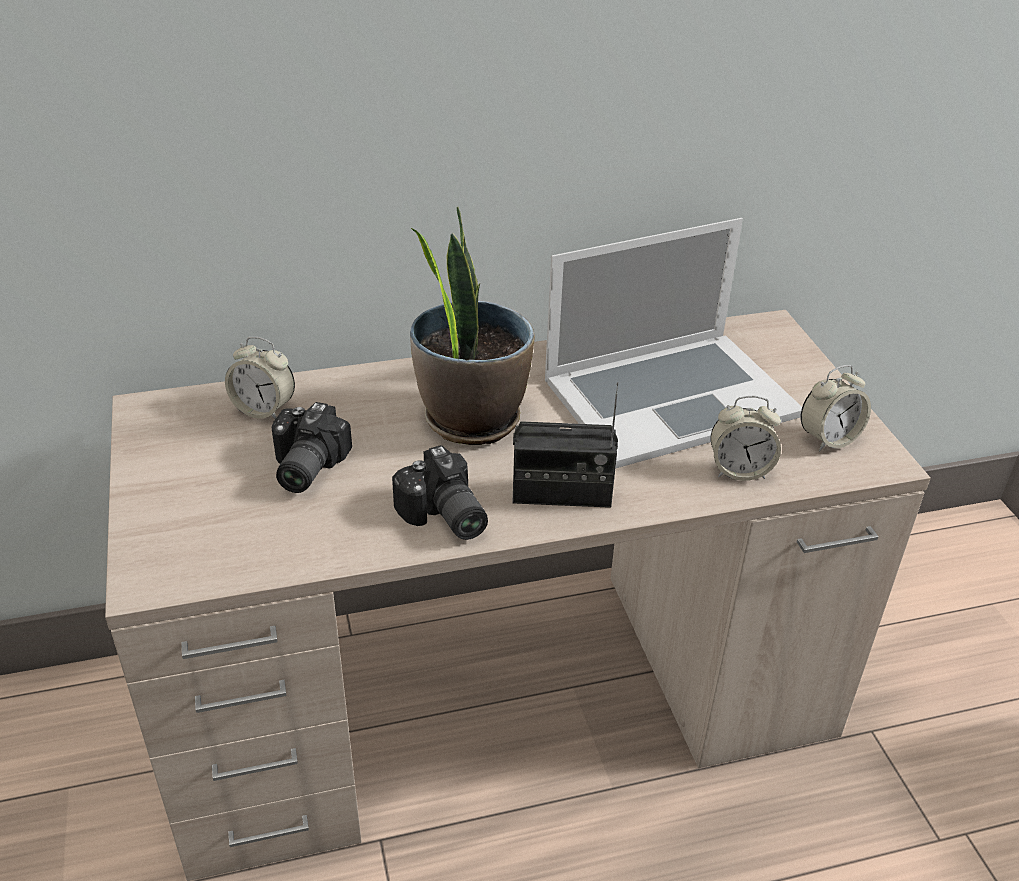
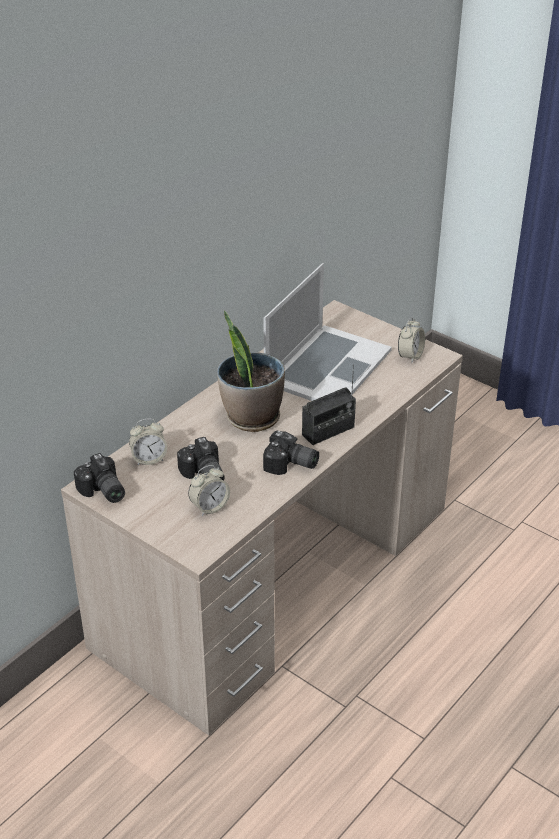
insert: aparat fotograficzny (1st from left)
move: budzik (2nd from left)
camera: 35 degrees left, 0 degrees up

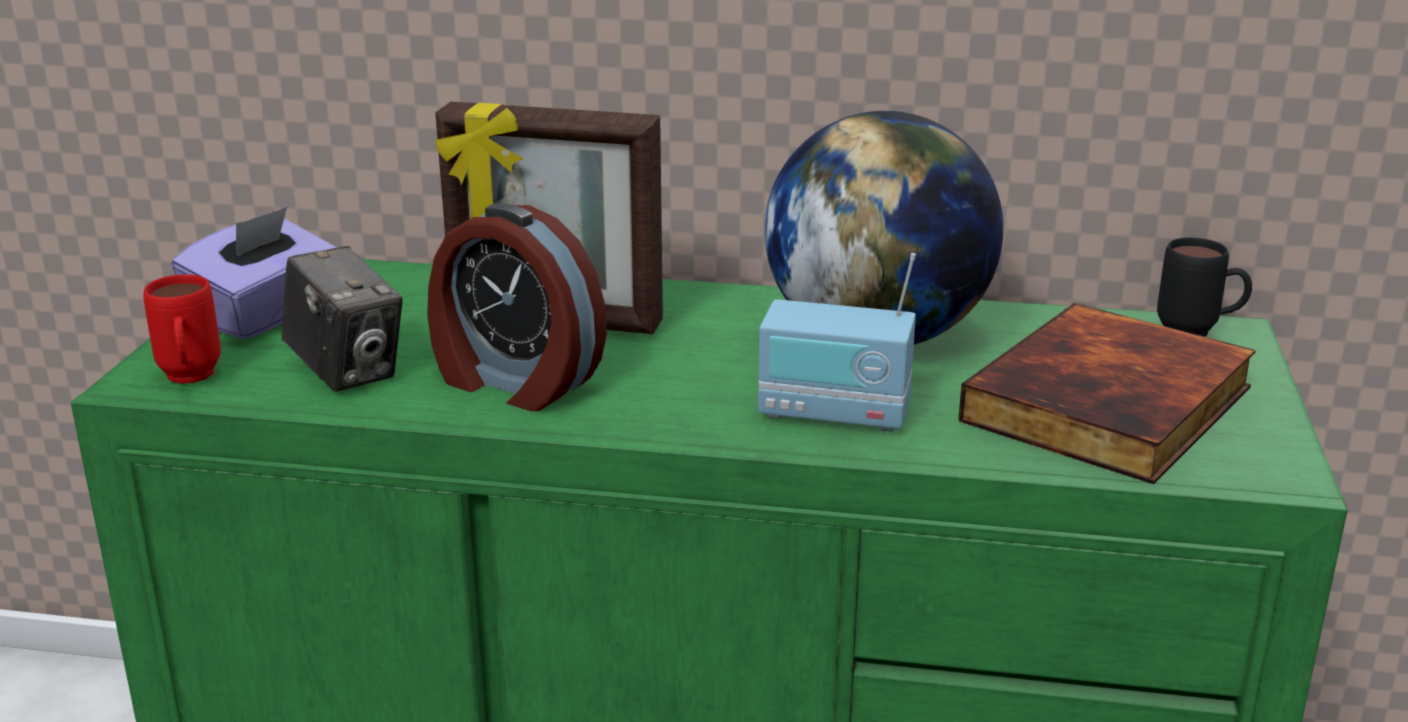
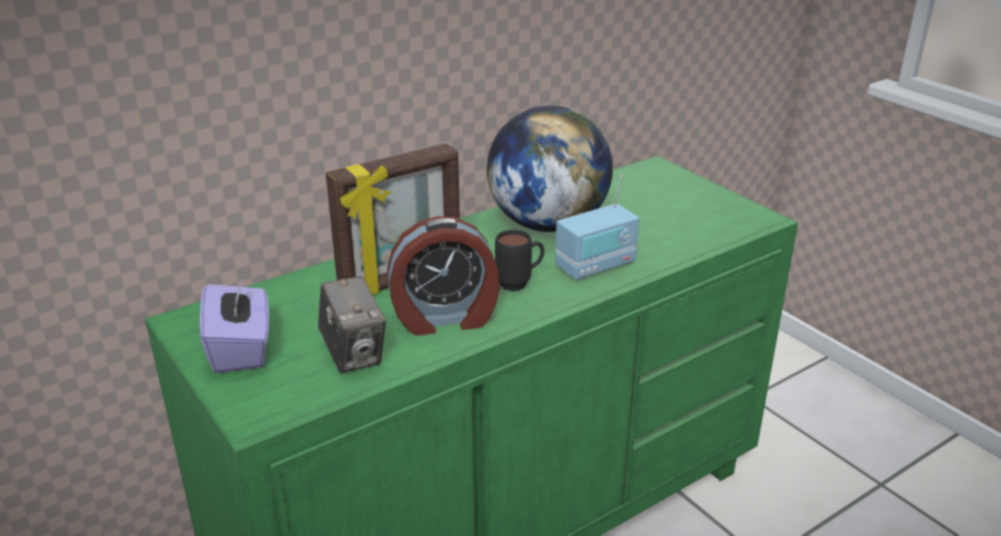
delete: kubek [czerwony]; książka
move: kubek [czarny]
rotate: aparat fotograficzny 60 degrees clockwise
camera: 45 degrees left, 5 degrees up

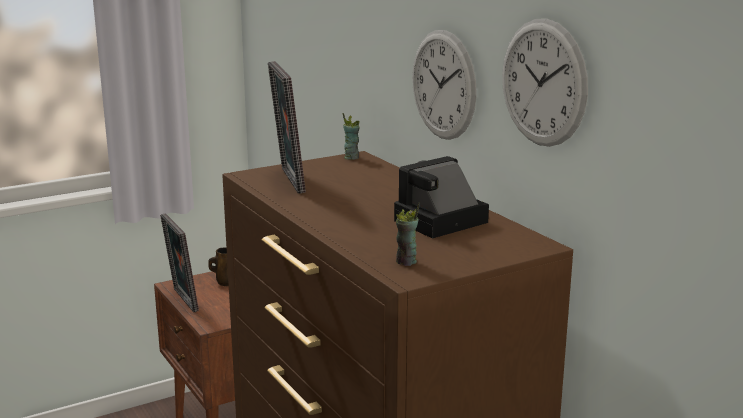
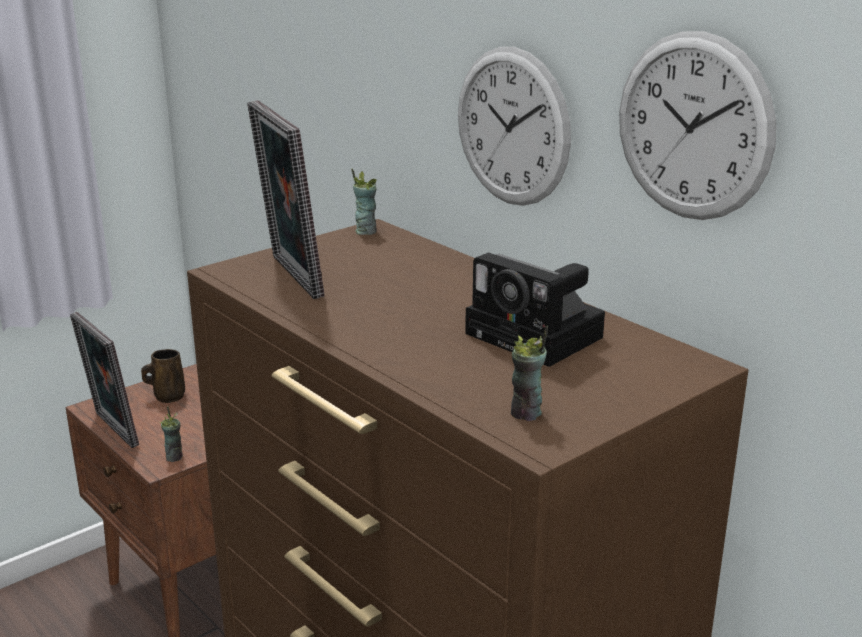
insert: filiżanka (1st from left)
rotate: aparat fotograficzny 90 degrees counterclockwise
camera: 10 degrees left, 5 degrees up

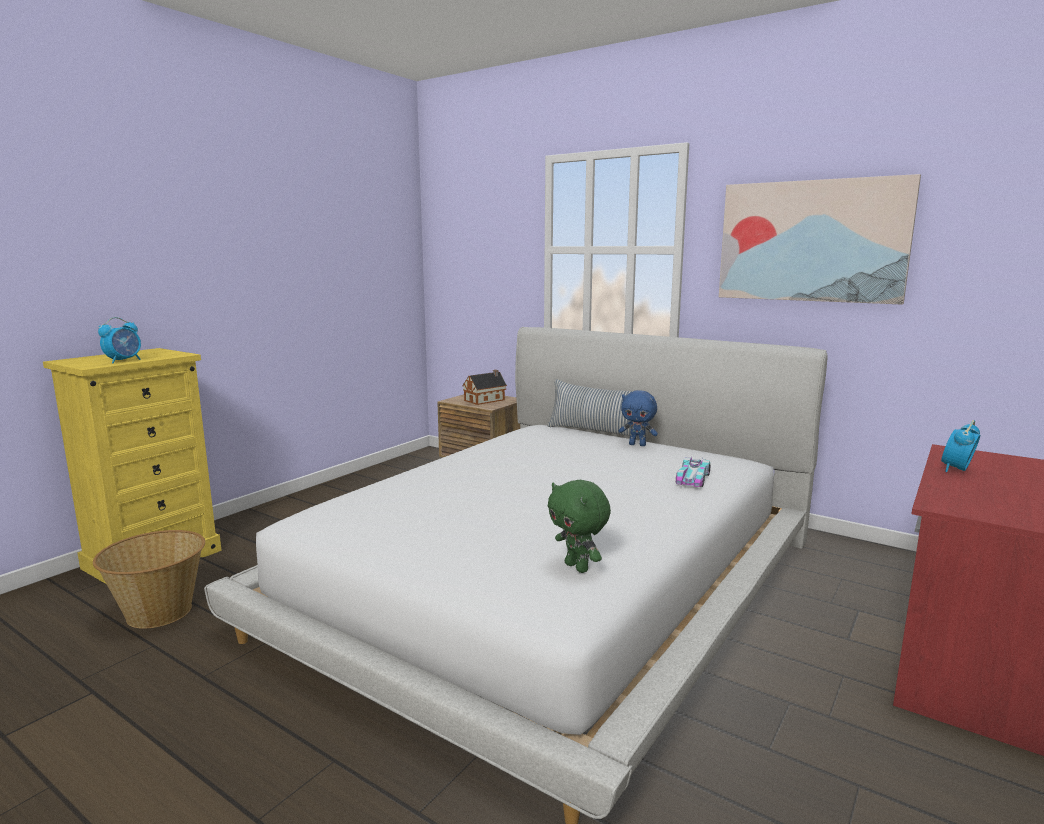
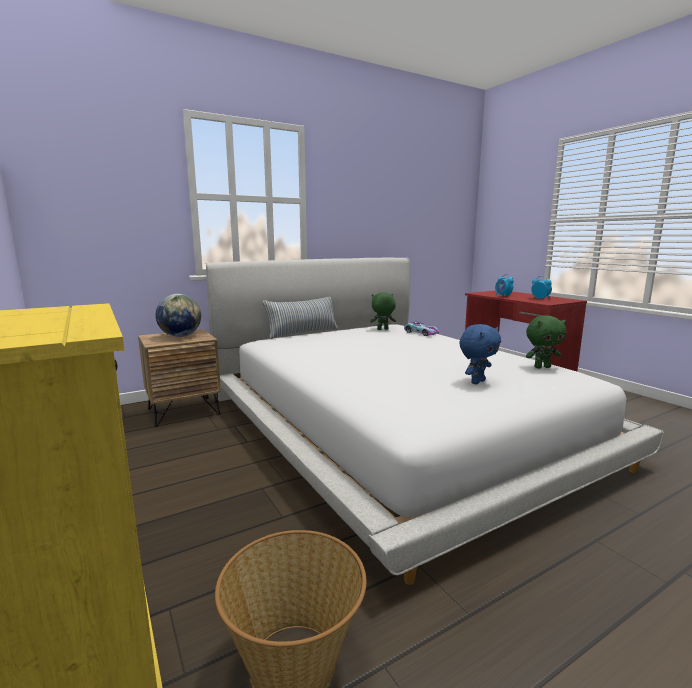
delete: obraz
insert: pluszak [zielony] (1st from left)
move: budzik (1st from left in the first image) to budzik (2nd from left); pluszak [niebieski]
replace: domek to globus
camera: 65 degrees left, 0 degrees up

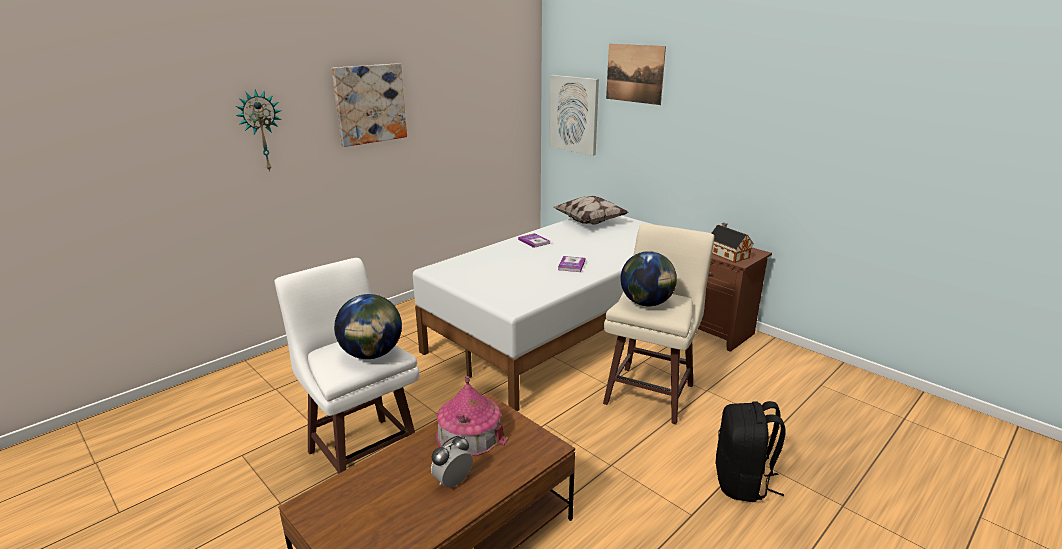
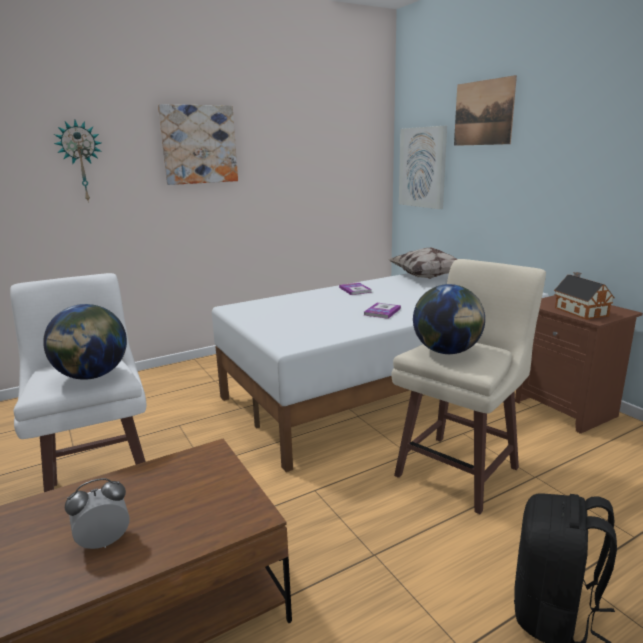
delete: domek (1st from left)
camera: 15 degrees right, 5 degrees down

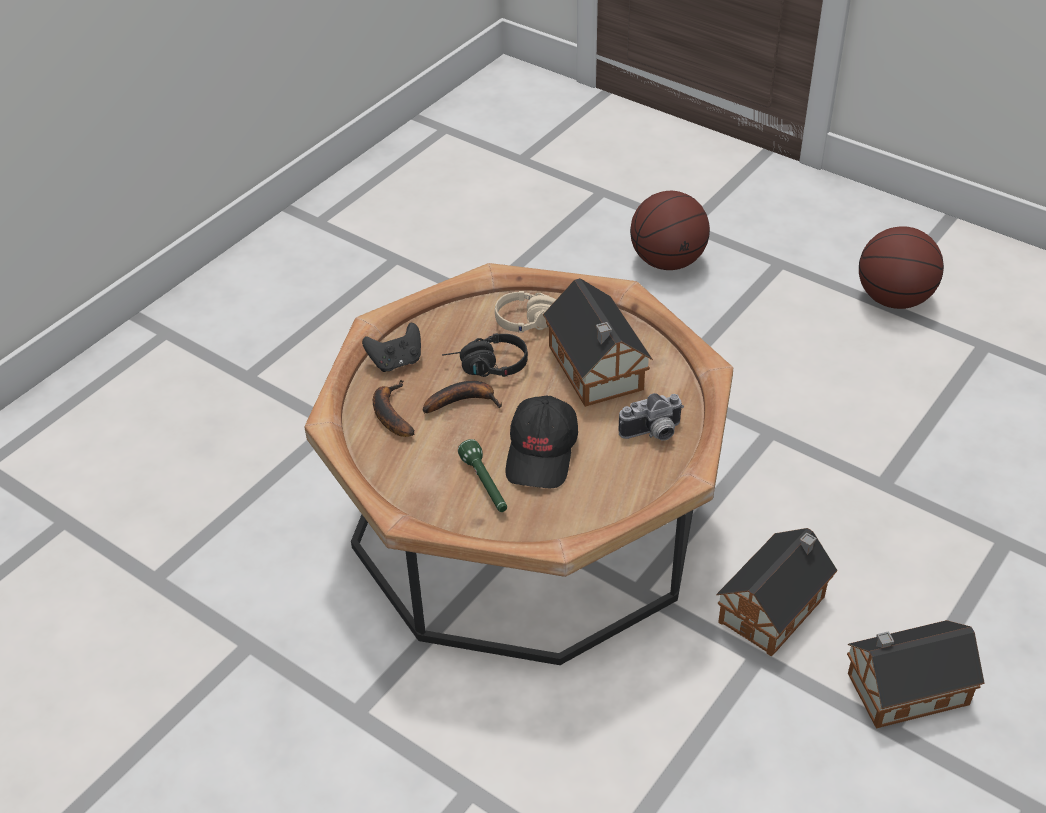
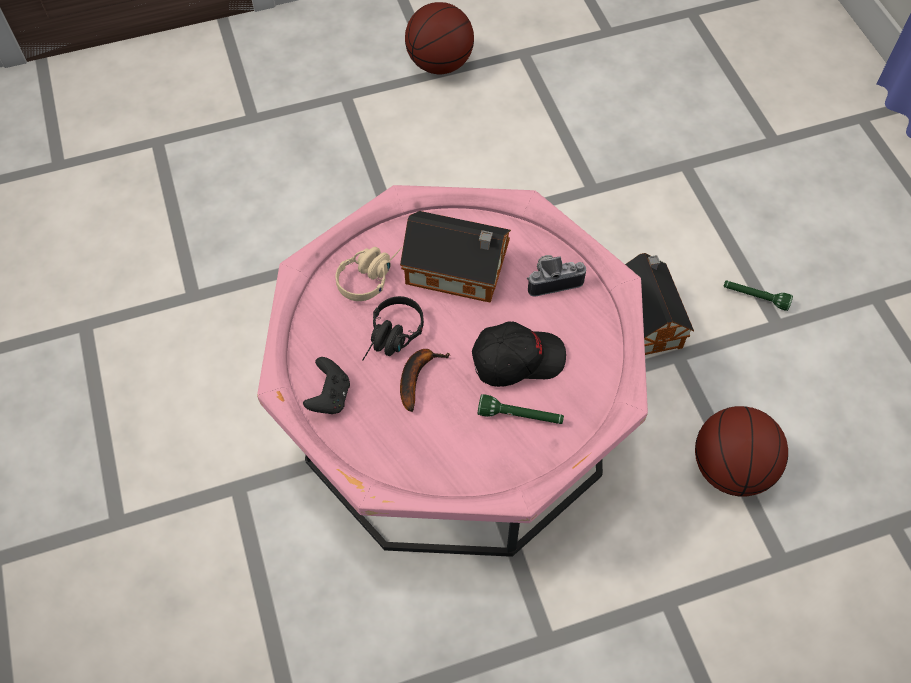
delete: banan (1st from left)
move: piłka do koszykówki (1st from left in the first image) to piłka do koszykówki (2nd from left)
replace: domek (3rd from left) to latarka [zielony] (2nd from left)
recolor: ława [brązowy] to ława [różowy]
rotate: aparat fotograficzny 120 degrees counterclockwise; czapka z daszkiem [czarny] 60 degrees counterclockwise
camera: 55 degrees left, 15 degrees up

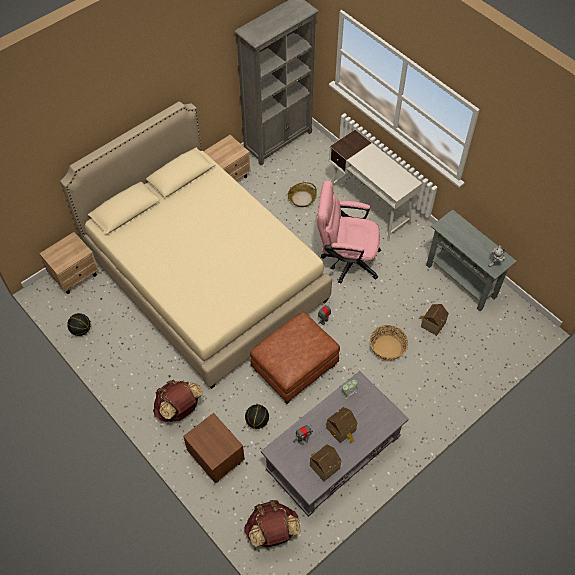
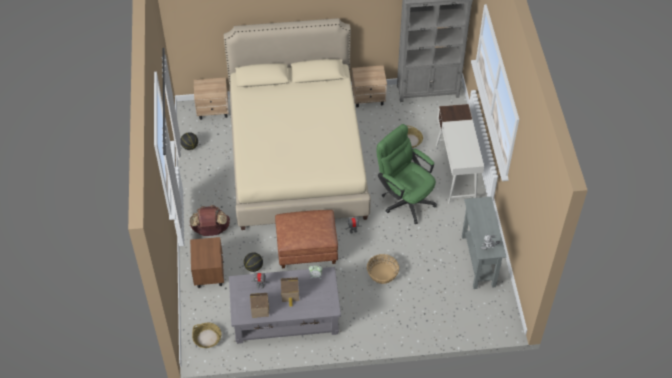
delete: domek (3rd from left)
replace: plecak [brązowy] (2nd from left) to koszyk (1st from left)
recolor: krzesło biurowe [różowy] to krzesło biurowe [zielony]
camera: 35 degrees right, 5 degrees down

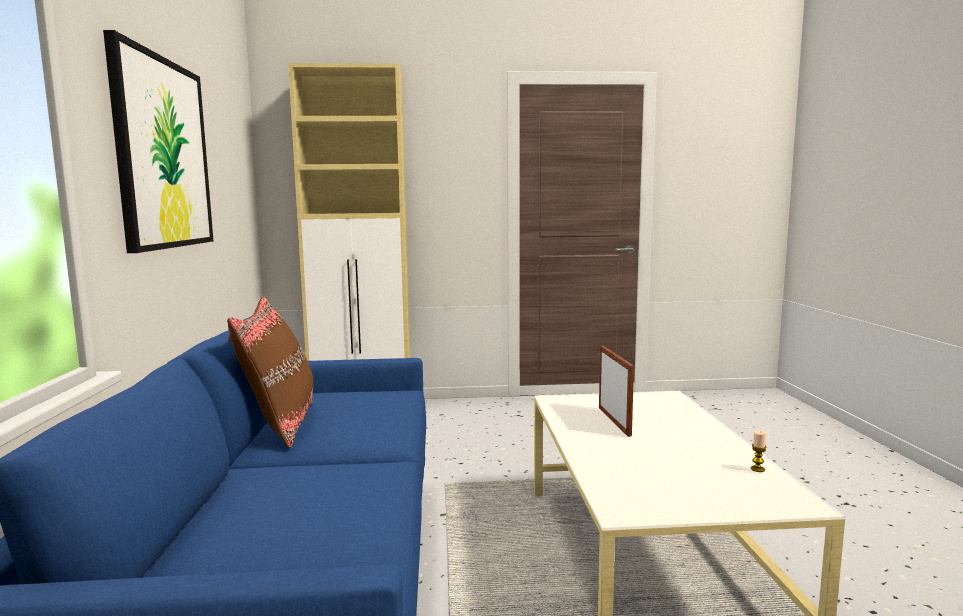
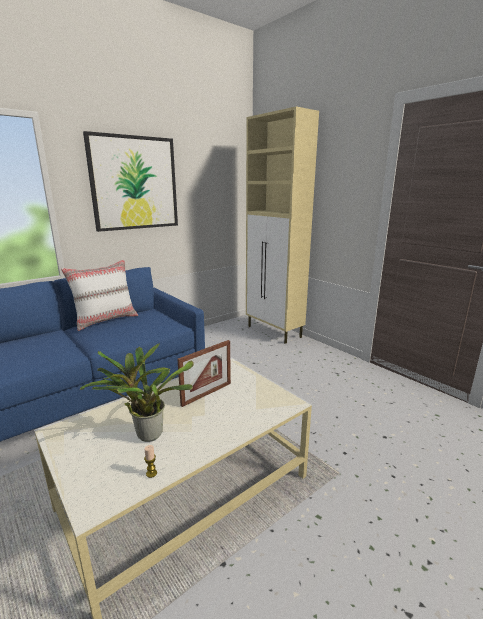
insert: roślina doniczkowa
recolor: poduszka [brązowy] to poduszka [biały]
camera: 55 degrees right, 10 degrees up

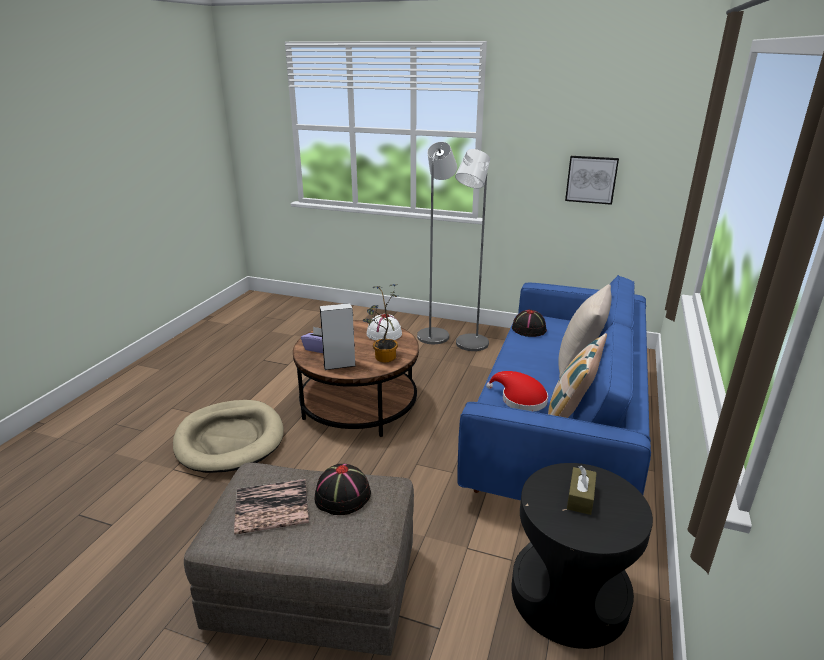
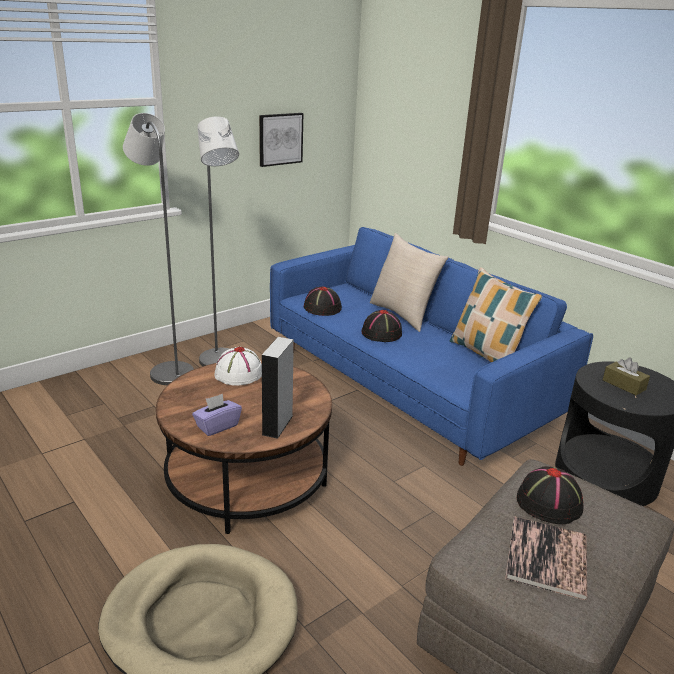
delete: roślina doniczkowa; kapelusz [czerwony]
insert: kapelusz [czarny] (2nd from left)
camera: 60 degrees left, 0 degrees up

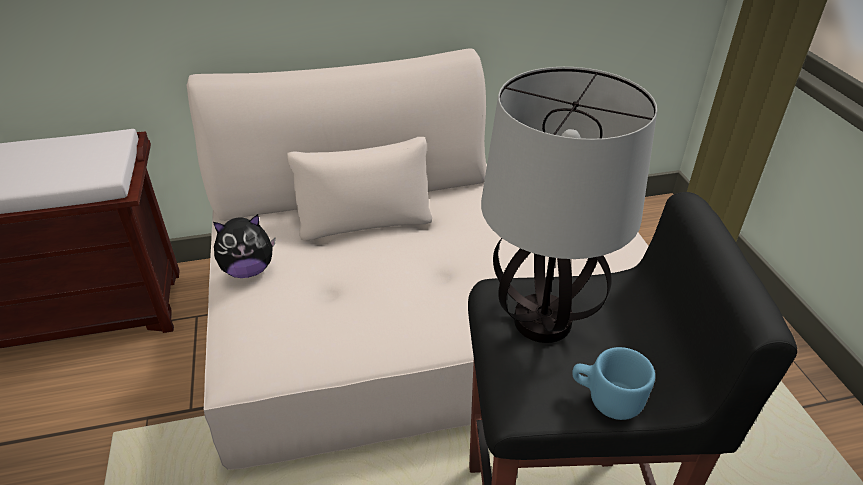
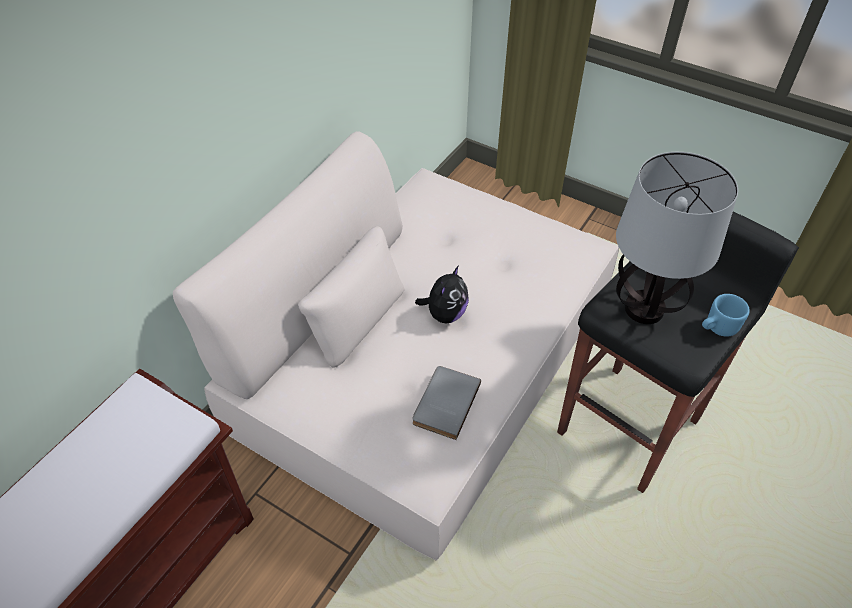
insert: książka [szary]
move: pluszak
camera: 45 degrees left, 10 degrees up

